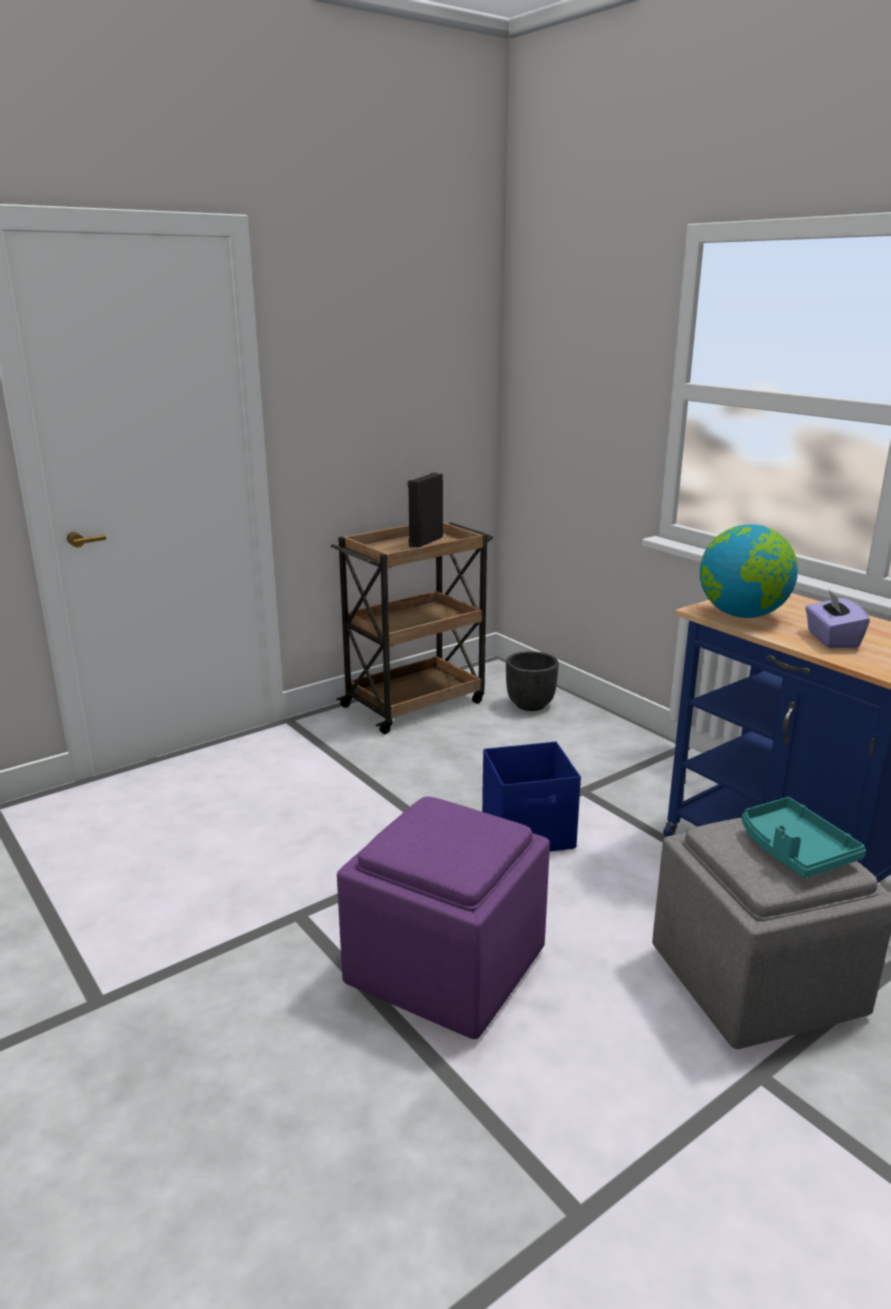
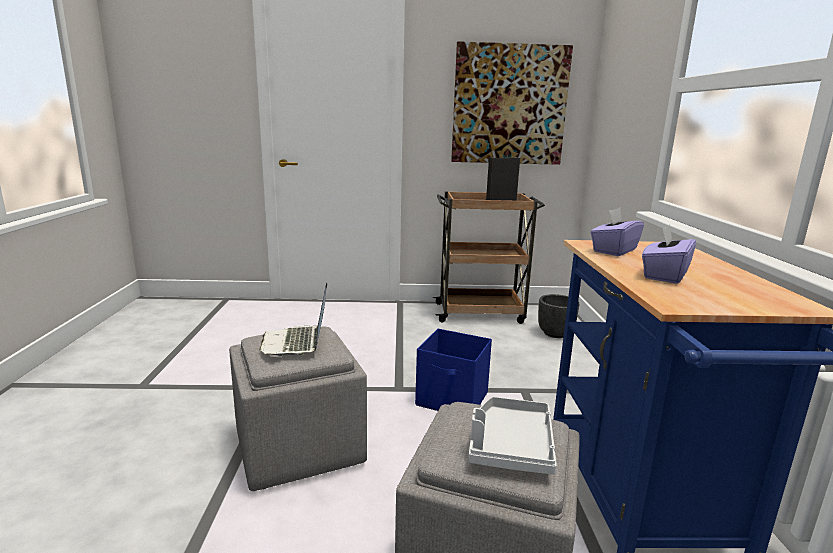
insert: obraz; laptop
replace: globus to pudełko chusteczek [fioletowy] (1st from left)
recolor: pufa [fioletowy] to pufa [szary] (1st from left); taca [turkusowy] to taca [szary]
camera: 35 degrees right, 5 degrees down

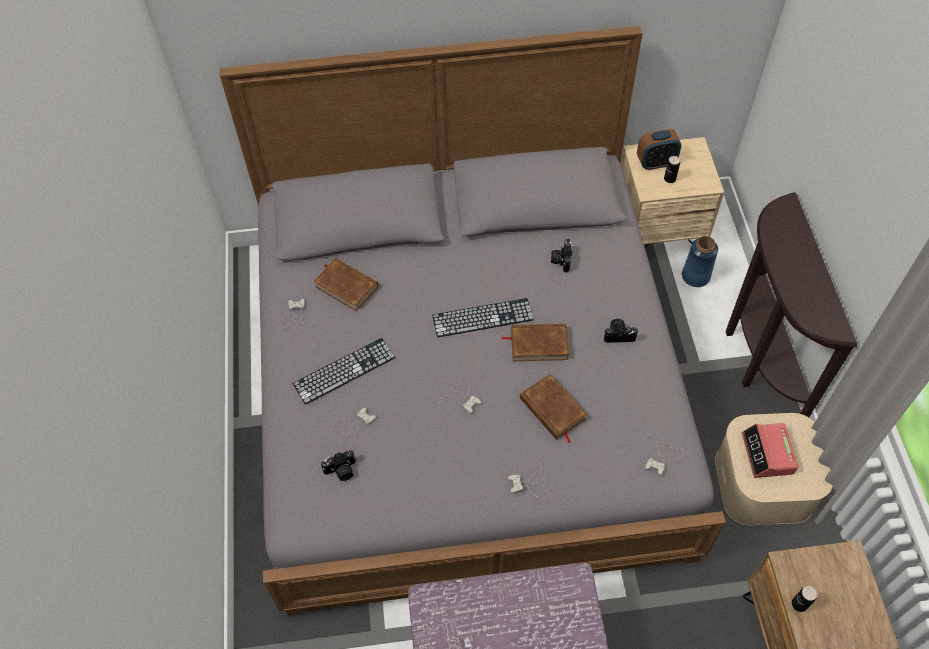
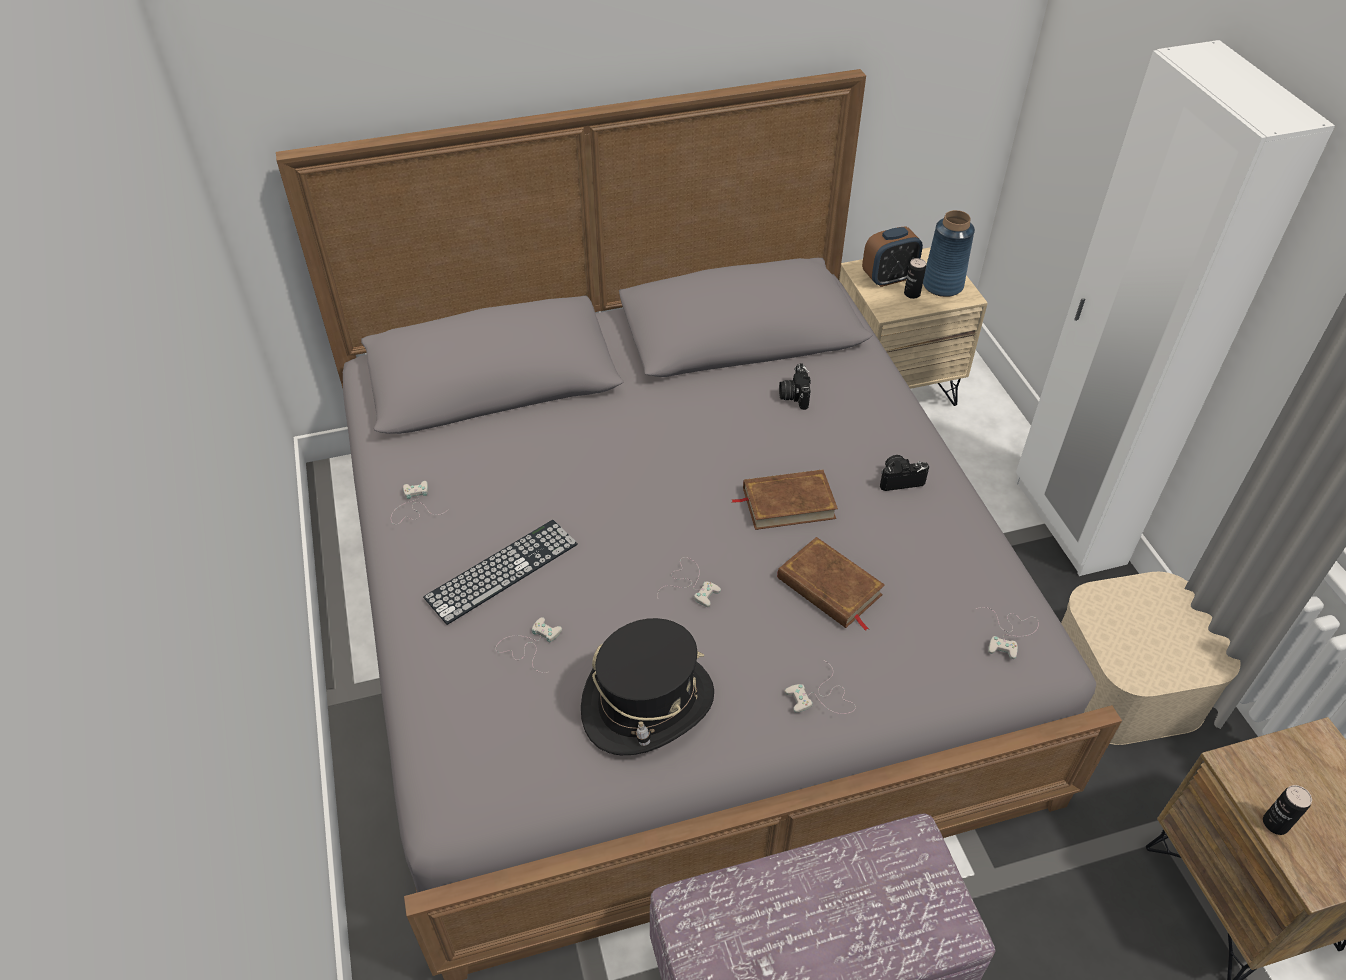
delete: książka [brązowy] (1st from left); klawiatura (2nd from left); budzik (2nd from left); aparat fotograficzny (1st from left)
insert: kapelusz [czarny]
move: wazon [niebieski]
replace: stolik konsolowy [brązowy] to szafa [biały]
camera: 10 degrees left, 10 degrees down

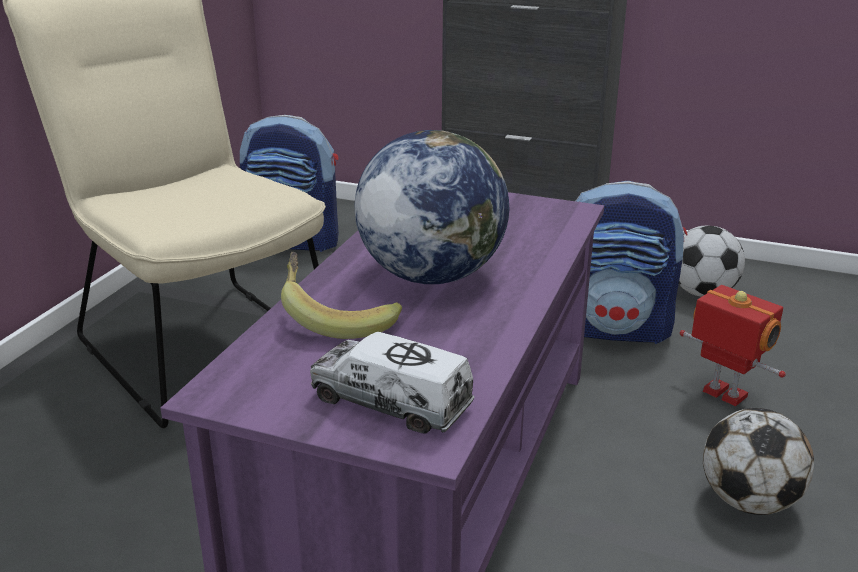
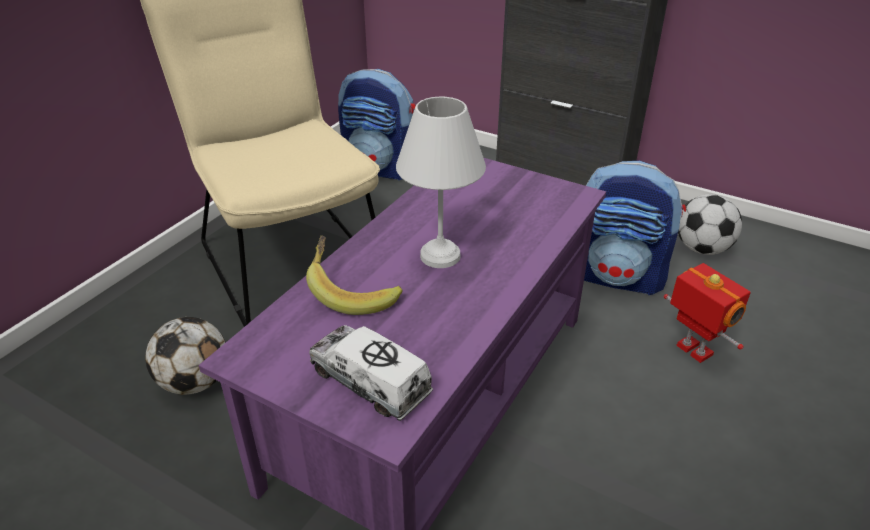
move: piłka futbolowa (2nd from left in the first image) to piłka futbolowa (1st from left)
replace: globus to lampa stołowa [biały]
camera: 10 degrees right, 10 degrees up

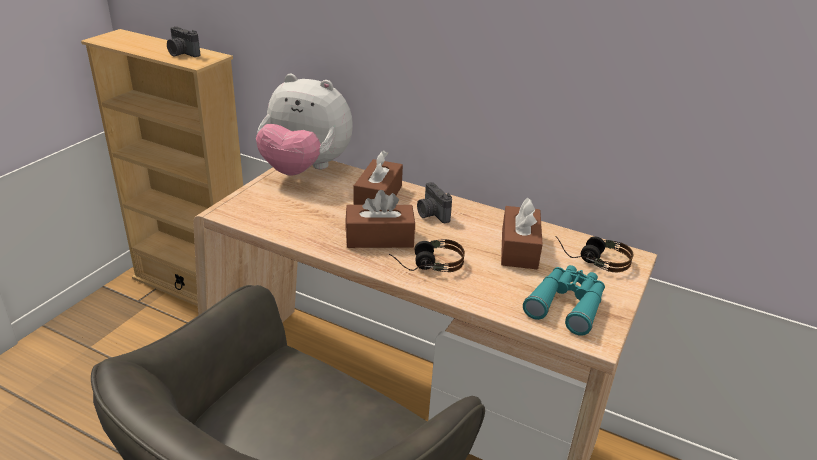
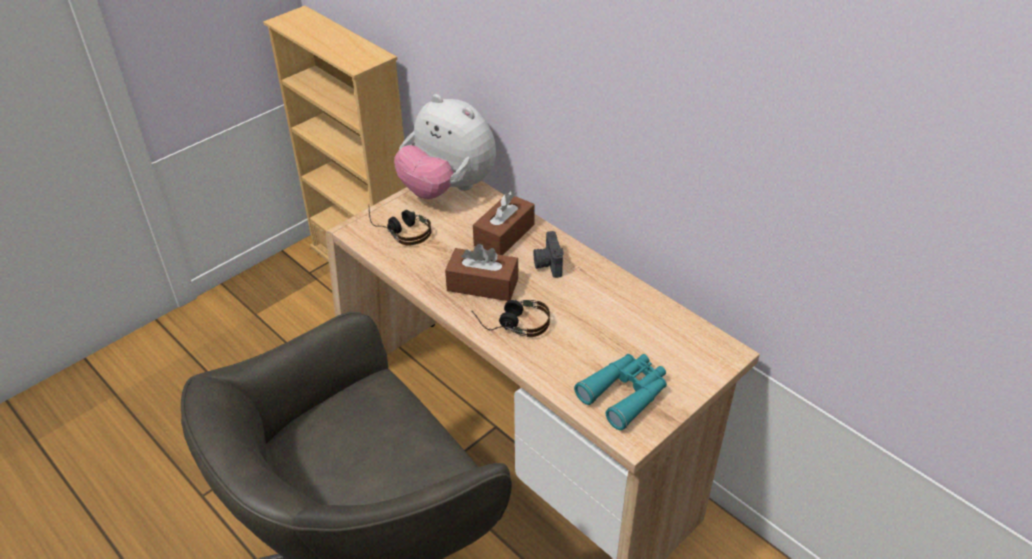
delete: aparat fotograficzny (1st from left); pudełko chusteczek [brązowy] (3rd from left)
move: słuchawki (2nd from left in the first image) to słuchawki (1st from left)
camera: 20 degrees right, 10 degrees up

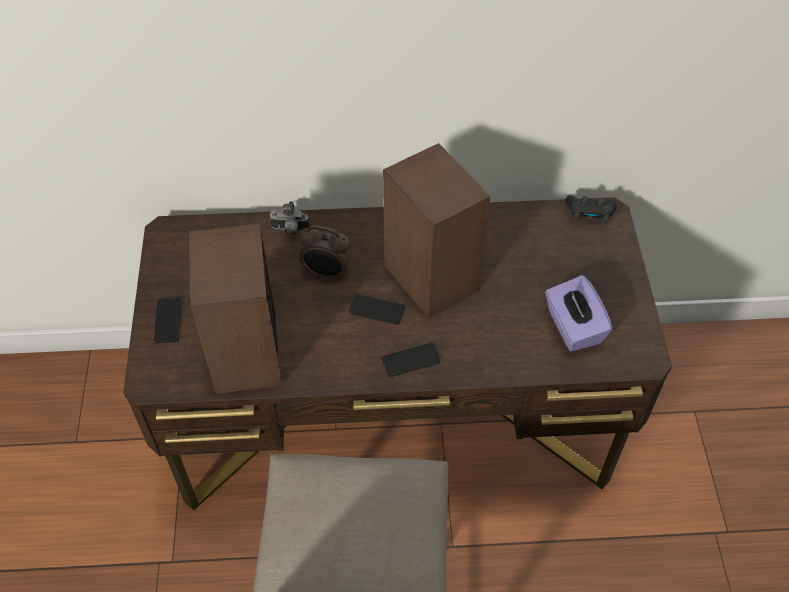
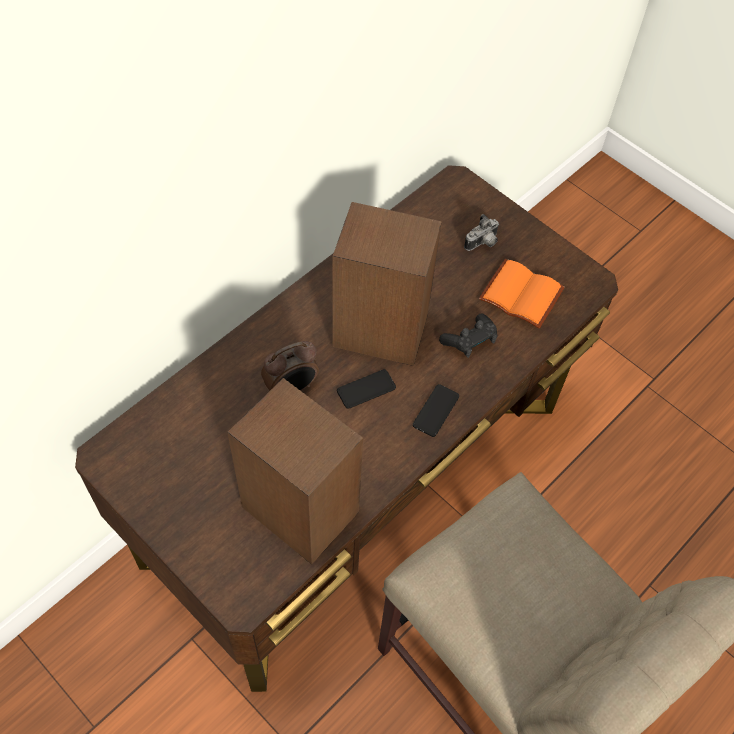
delete: telefon (1st from left)
move: pad do gier [czarny]; aparat fotograficzny
replace: pudełko chusteczek [fioletowy] to książka [pomarańczowy]
camera: 45 degrees left, 5 degrees up

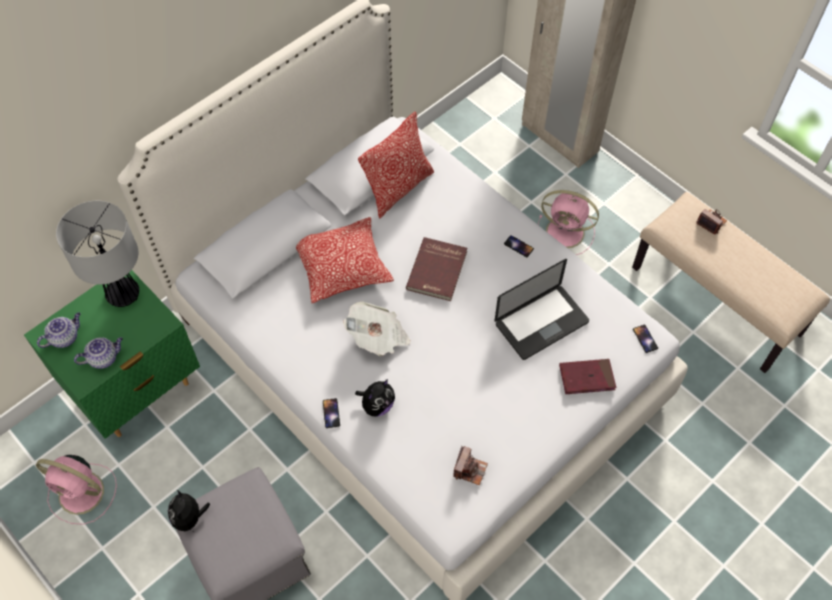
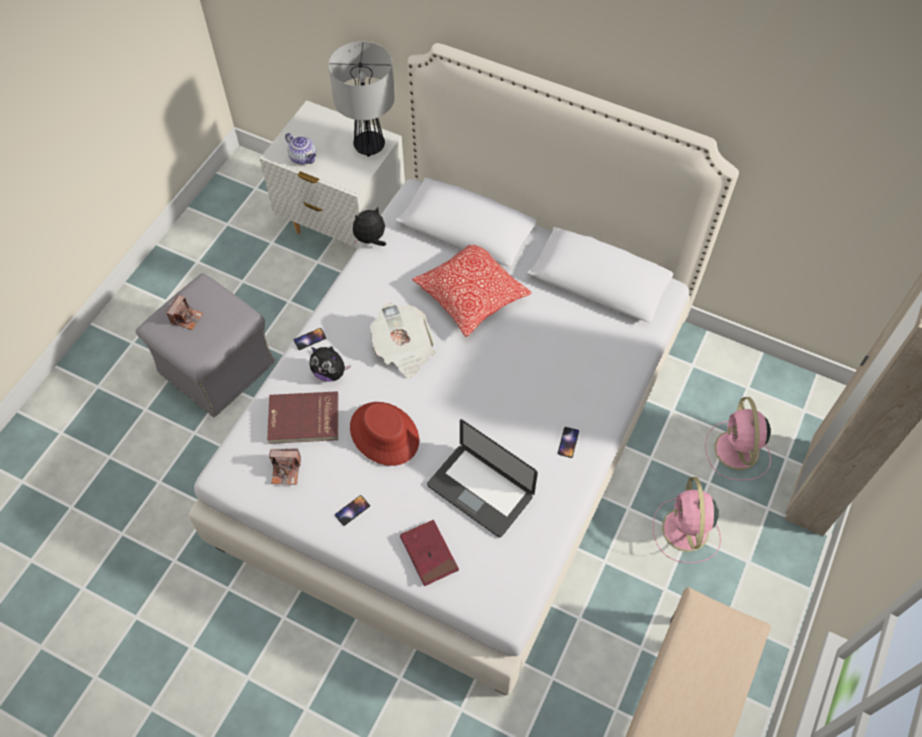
delete: poduszka (2nd from left); imbryk (1st from left)
insert: kapelusz [czerwony]
move: aparat fotograficzny (2nd from left in the first image) to aparat fotograficzny (1st from left); książka [czerwony] (1st from left); telefon (3rd from left in the first image) to telefon (2nd from left); wentylator [różowy] (1st from left in the first image) to wentylator [różowy] (2nd from left); pluszak (1st from left in the first image) to pluszak (2nd from left)
recolor: szafka nocna [zielony] to szafka nocna [biały]
camera: 70 degrees right, 0 degrees up

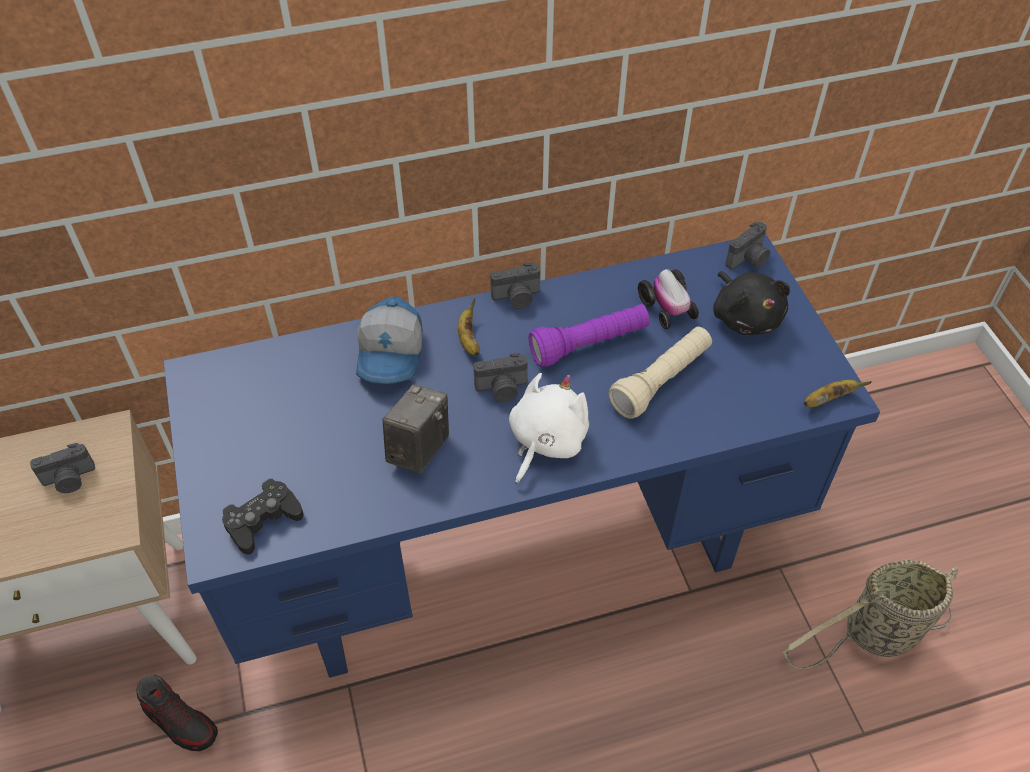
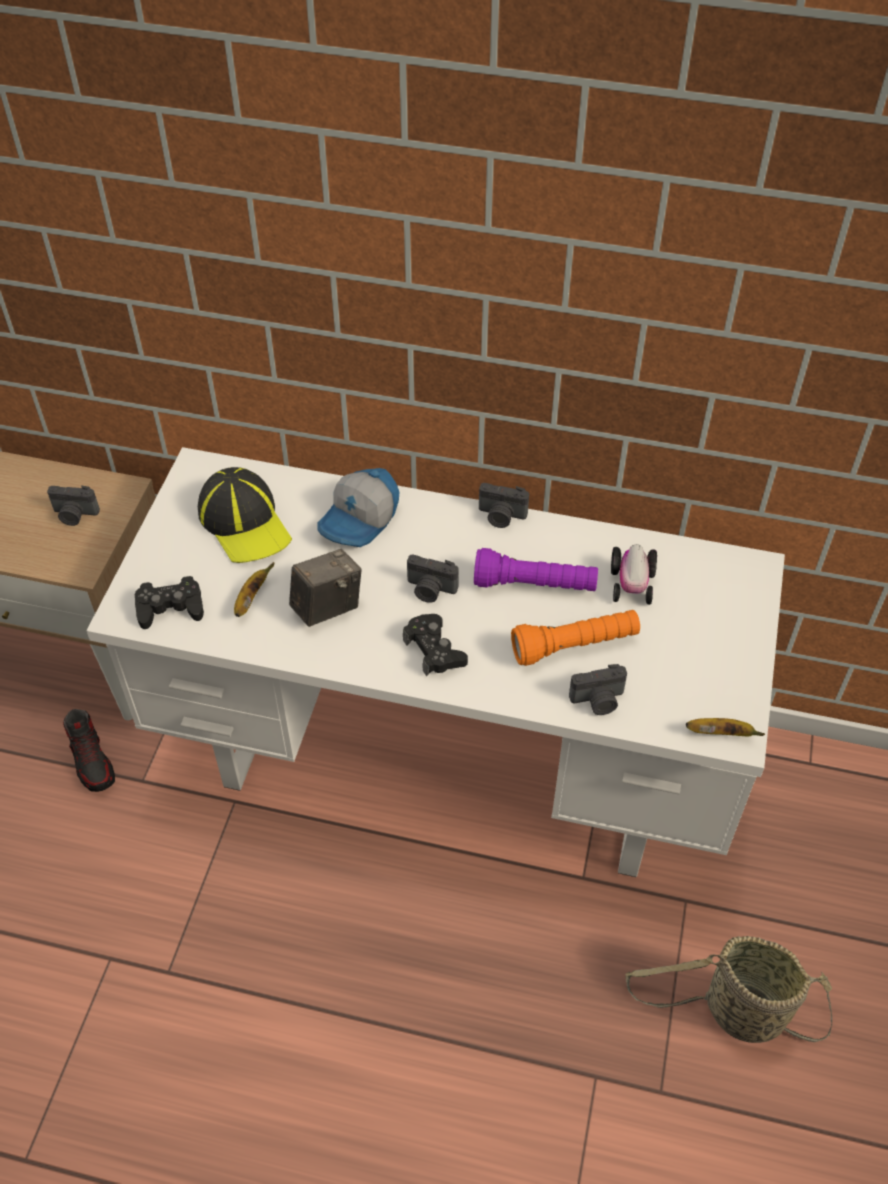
delete: pluszak [czarny]
insert: czapka z daszkiem (1st from left)
move: aparat fotograficzny (5th from left); banan (1st from left)
replace: pluszak [biały] to pad do gier [czarny] (2nd from left)
recolor: biurko [niebieski] to biurko [biały]; latarka [beżowy] to latarka [pomarańczowy]
camera: 30 degrees right, 0 degrees up

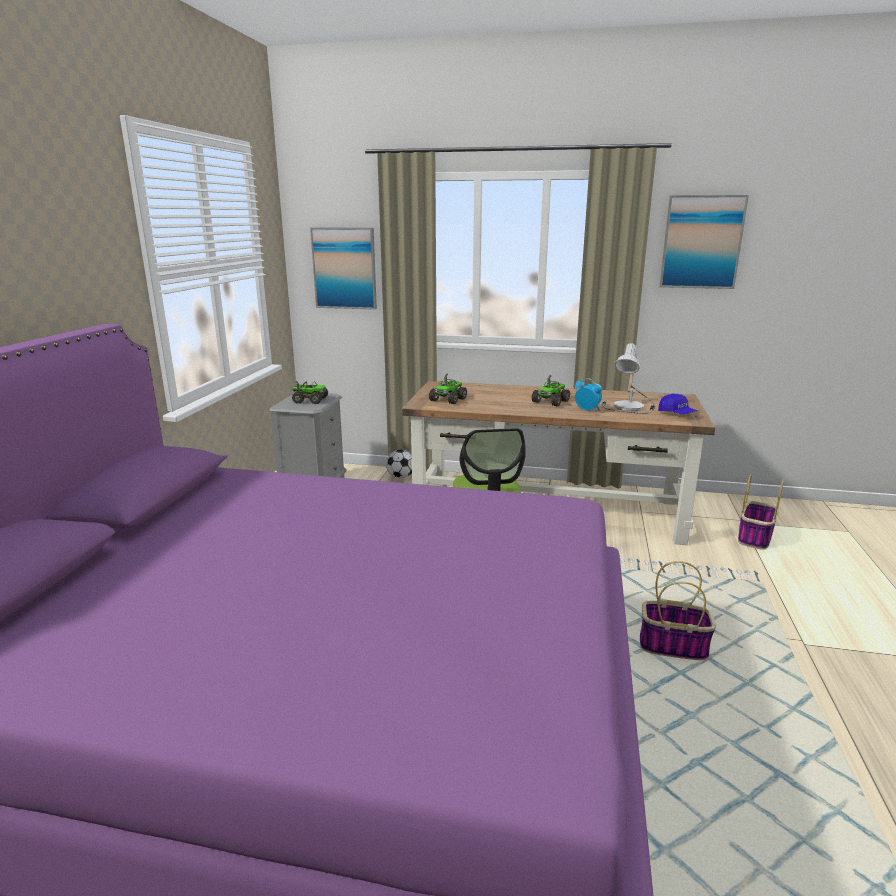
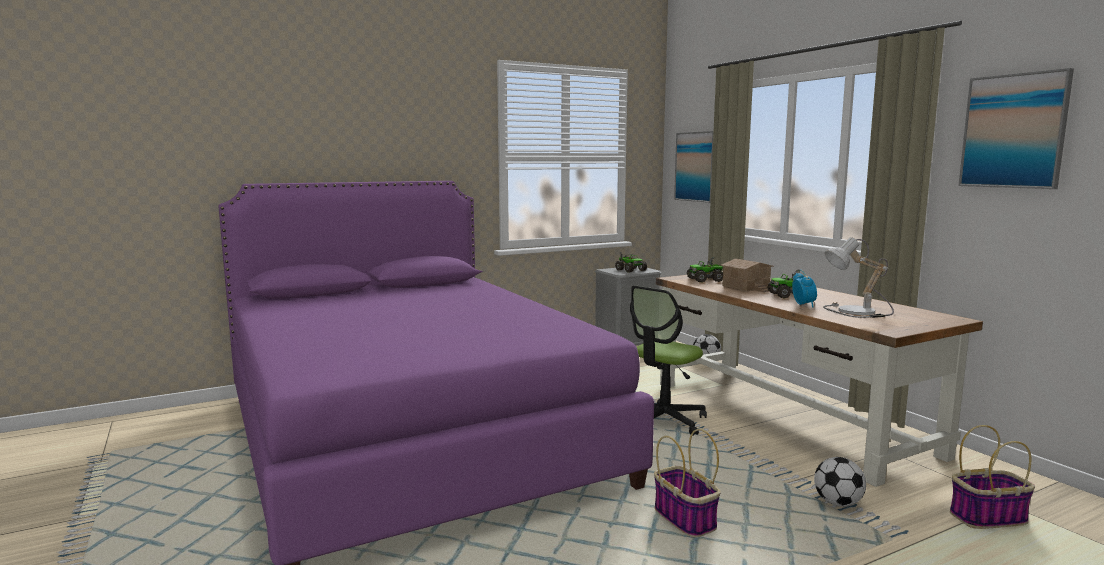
delete: czapka z daszkiem [niebieski]
insert: domek; piłka futbolowa (2nd from left)
camera: 50 degrees right, 10 degrees down

